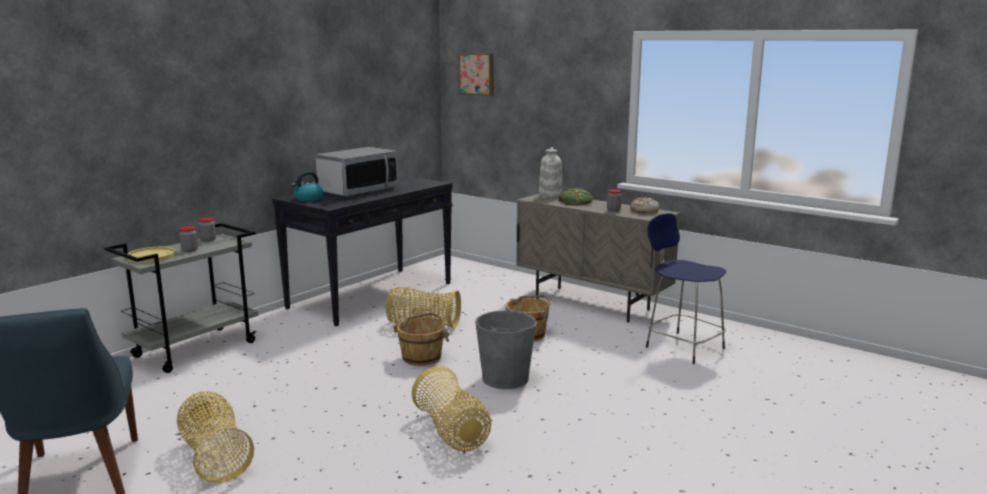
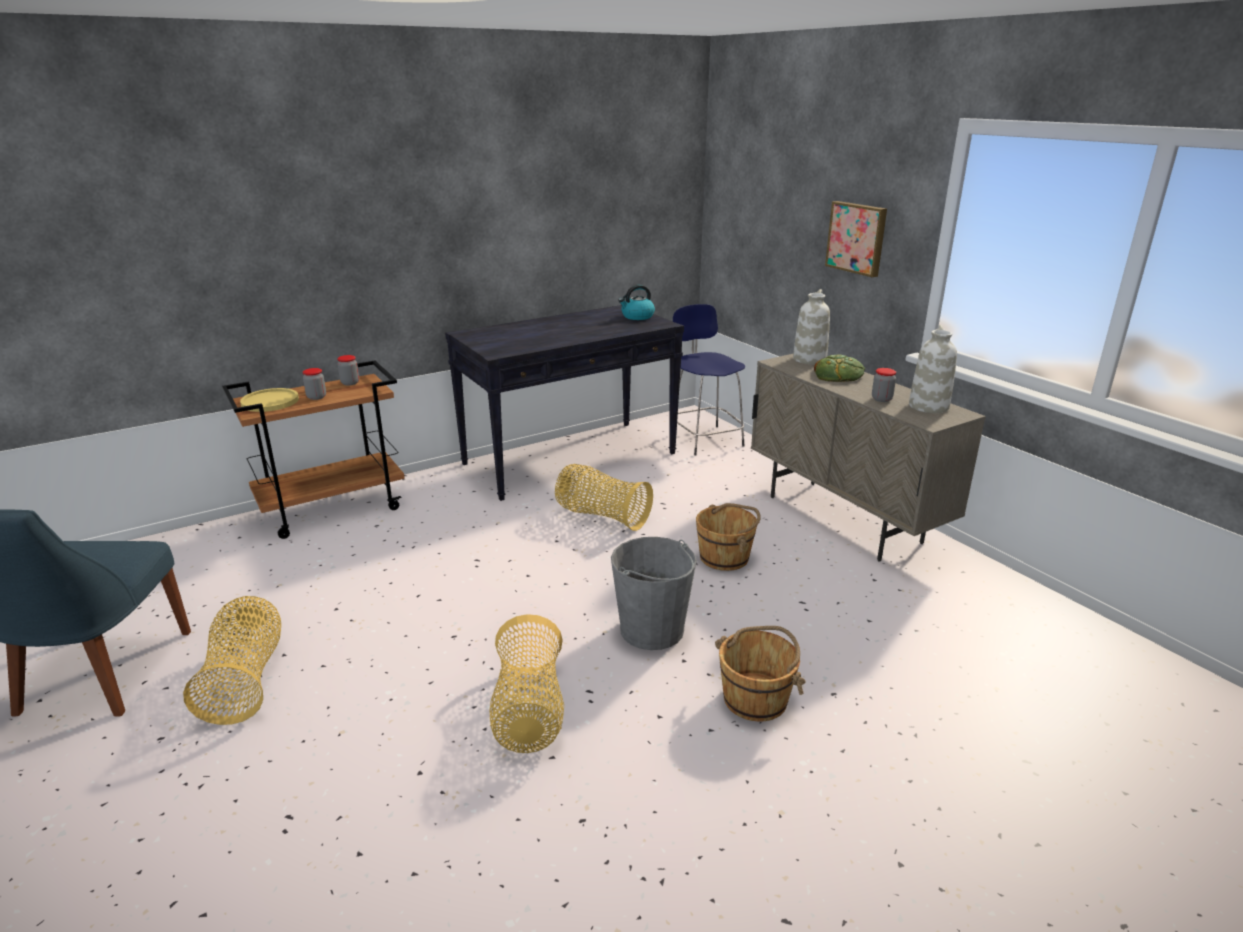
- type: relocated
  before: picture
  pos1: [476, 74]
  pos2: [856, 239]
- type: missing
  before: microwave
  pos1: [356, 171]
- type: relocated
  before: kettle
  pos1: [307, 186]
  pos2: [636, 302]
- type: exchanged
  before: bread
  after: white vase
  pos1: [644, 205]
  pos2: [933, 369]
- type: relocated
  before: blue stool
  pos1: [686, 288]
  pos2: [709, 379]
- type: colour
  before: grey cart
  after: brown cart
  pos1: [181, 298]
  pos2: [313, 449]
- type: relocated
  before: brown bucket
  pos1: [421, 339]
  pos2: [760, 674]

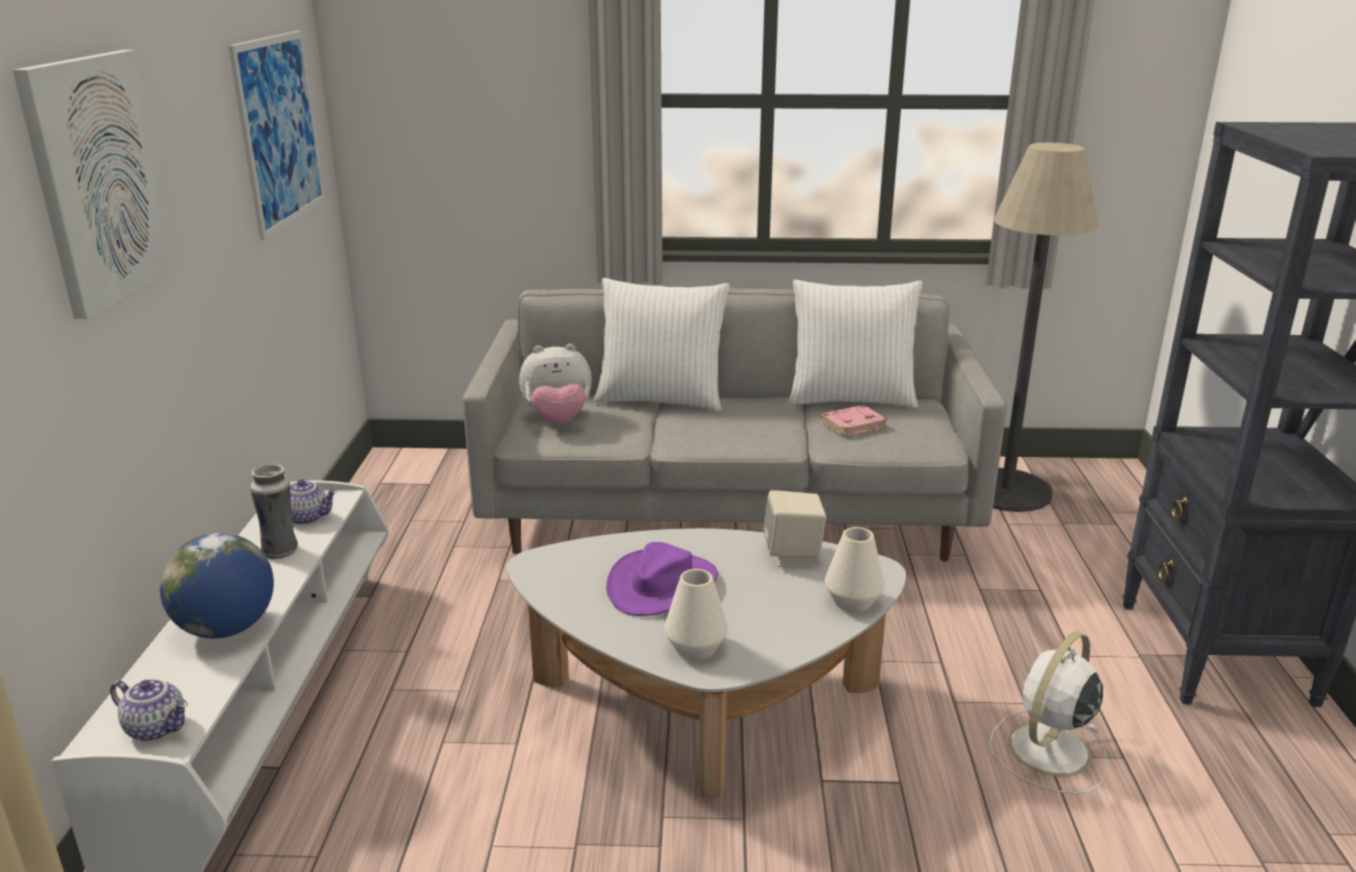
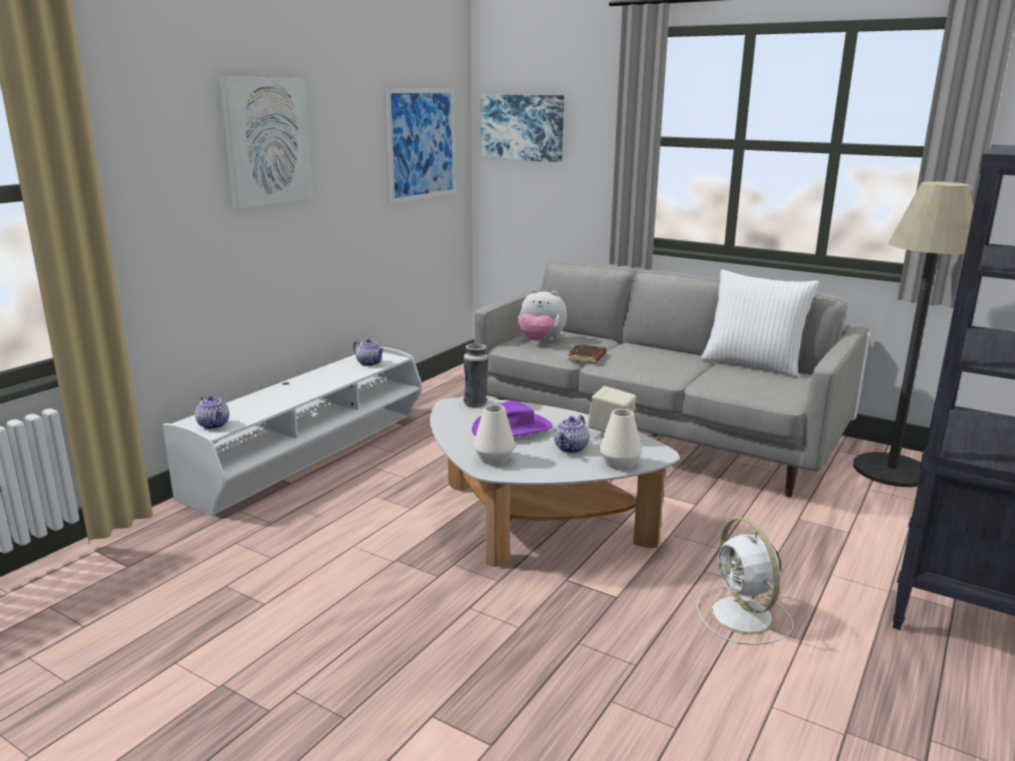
- type: missing
  before: white pillow
  pos1: [662, 345]
- type: missing
  before: pink book
  pos1: [853, 421]
- type: relocated
  before: vase
  pos1: [274, 511]
  pos2: [475, 376]
- type: missing
  before: globe
  pos1: [217, 586]
- type: spun
  before: white fan
  pos1: [1048, 713]
  pos2: [744, 581]
  turn: -90
- type: appeared
  after: picture
  pos2: [522, 128]
- type: appeared
  after: brown book
  pos2: [587, 353]
- type: appeared
  after: teapot
  pos2: [571, 434]

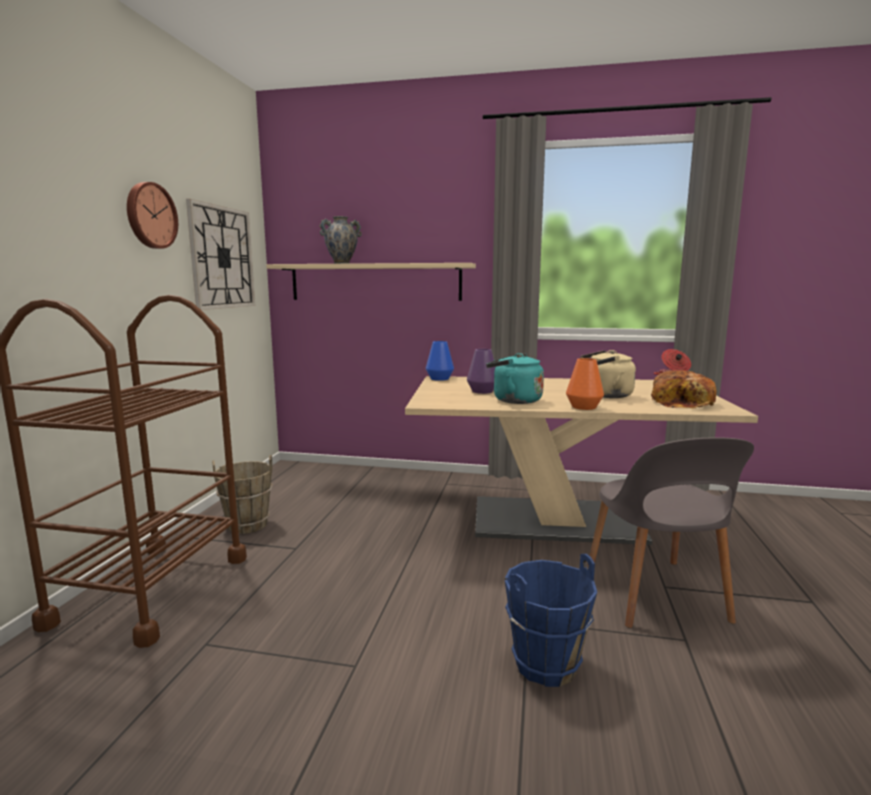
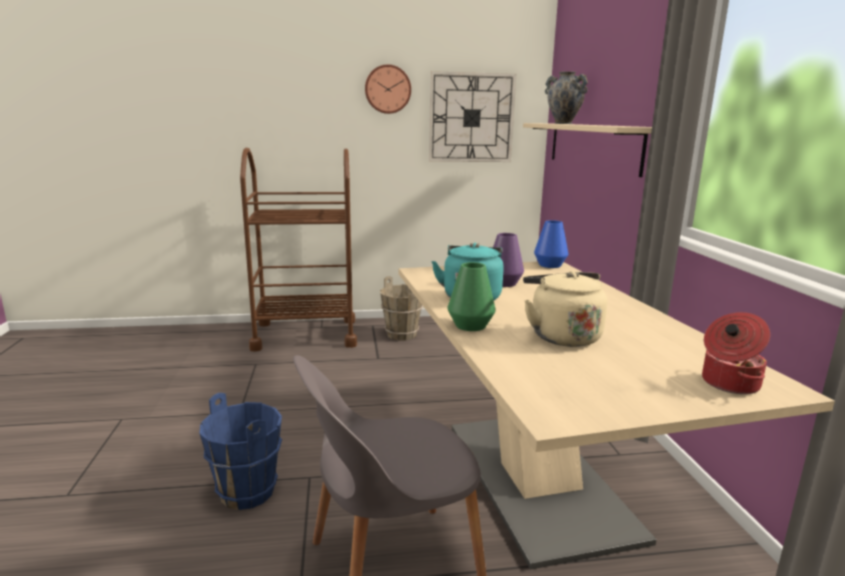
- type: colour
  before: orange vase
  after: green vase
  pos1: [585, 384]
  pos2: [472, 296]
- type: missing
  before: bread
  pos1: [684, 389]

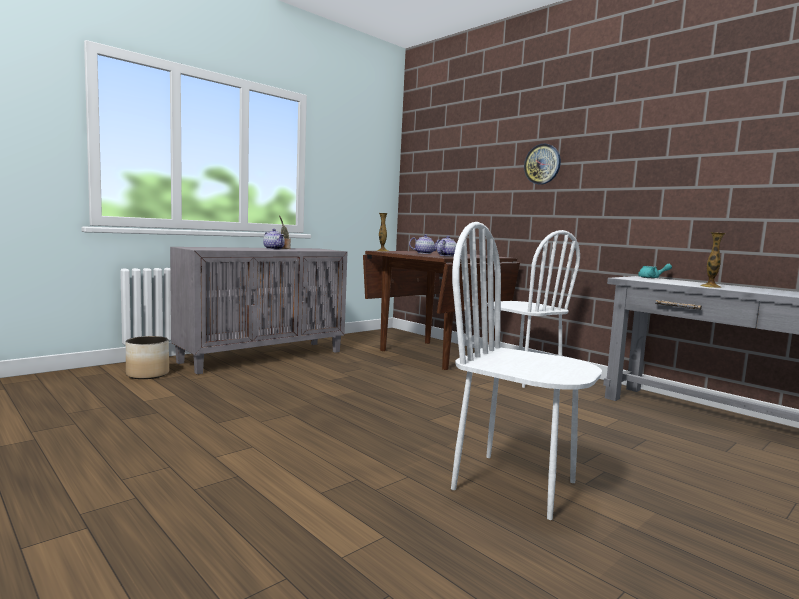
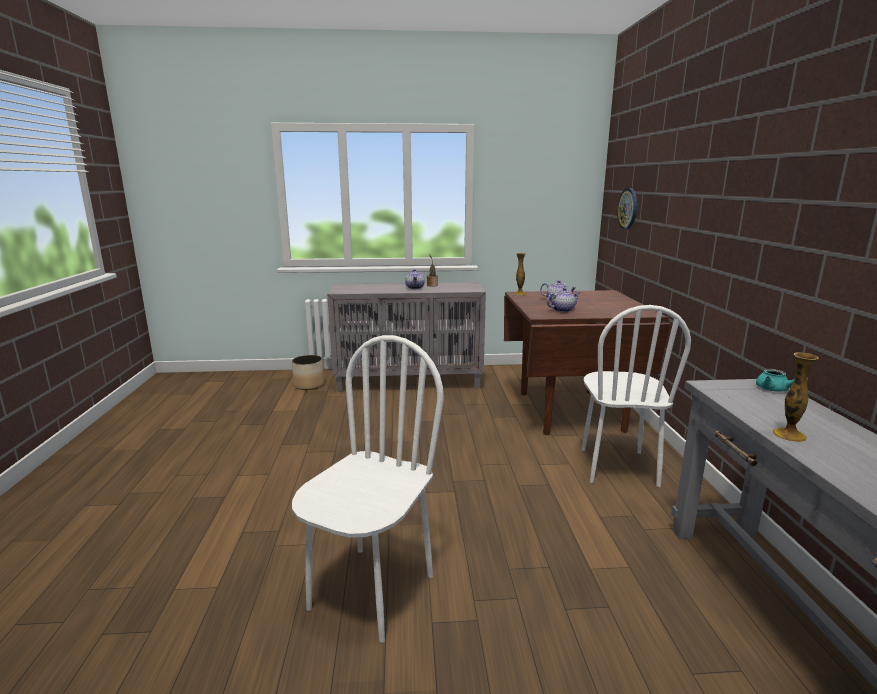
- type: relocated
  before: wall clock
  pos1: [542, 164]
  pos2: [627, 209]
- type: spun
  before: white chair
  pos1: [526, 371]
  pos2: [368, 489]
  turn: 45

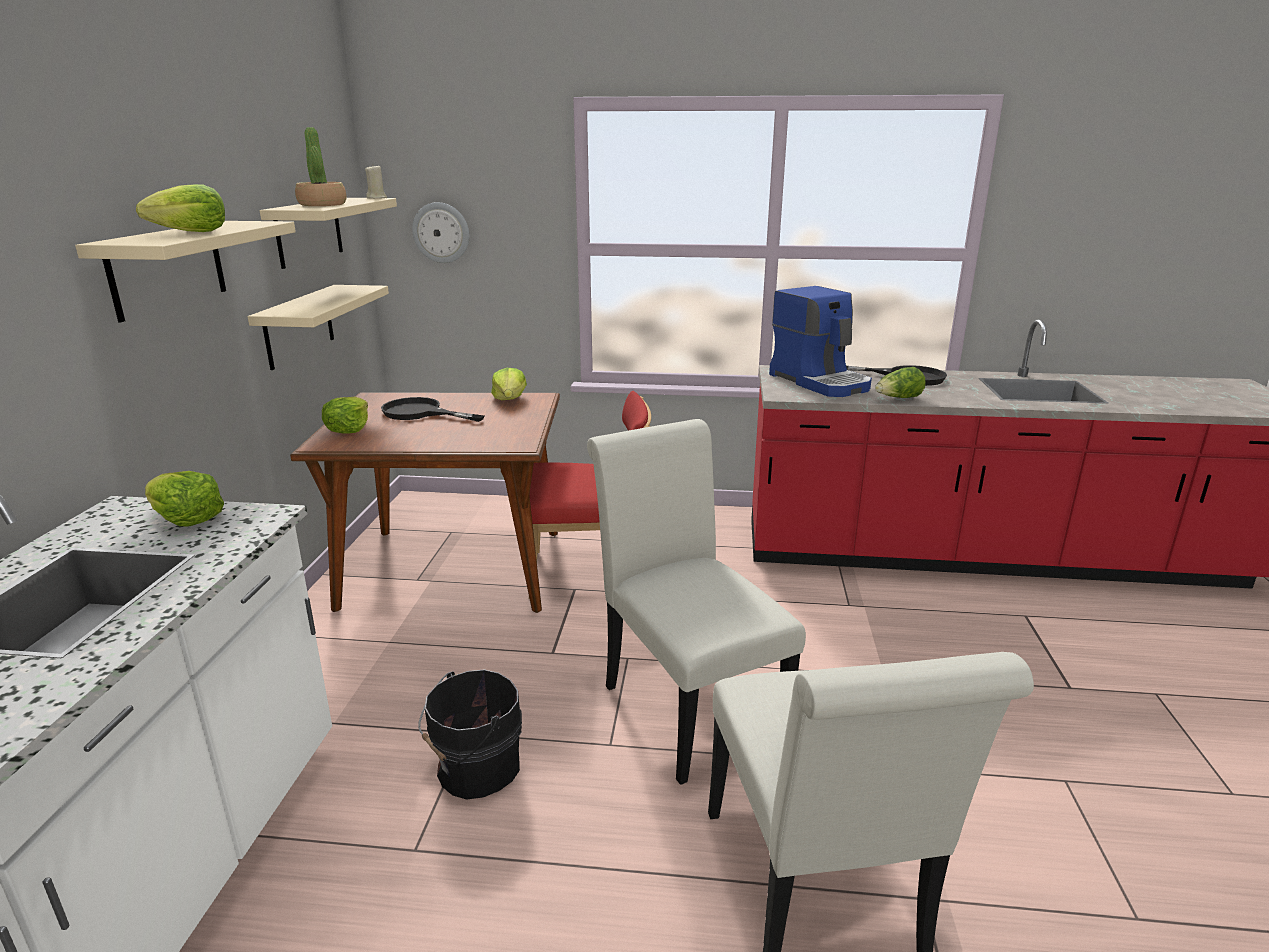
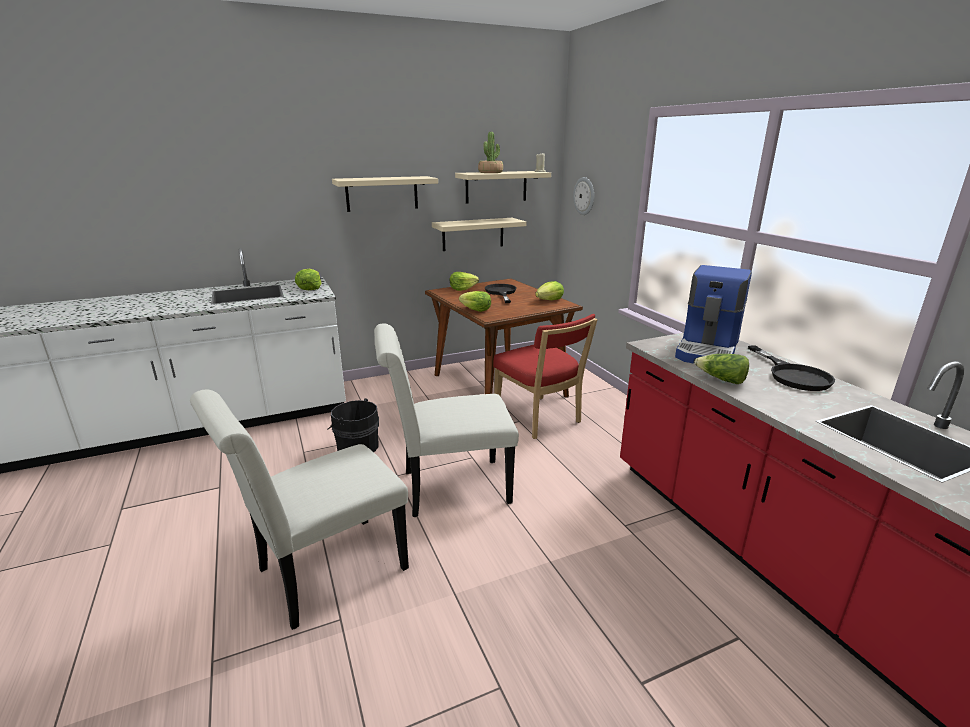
- type: relocated
  before: lettuce
  pos1: [180, 208]
  pos2: [475, 301]
- type: spun
  before: white chair
  pos1: [696, 602]
  pos2: [446, 420]
  turn: -135

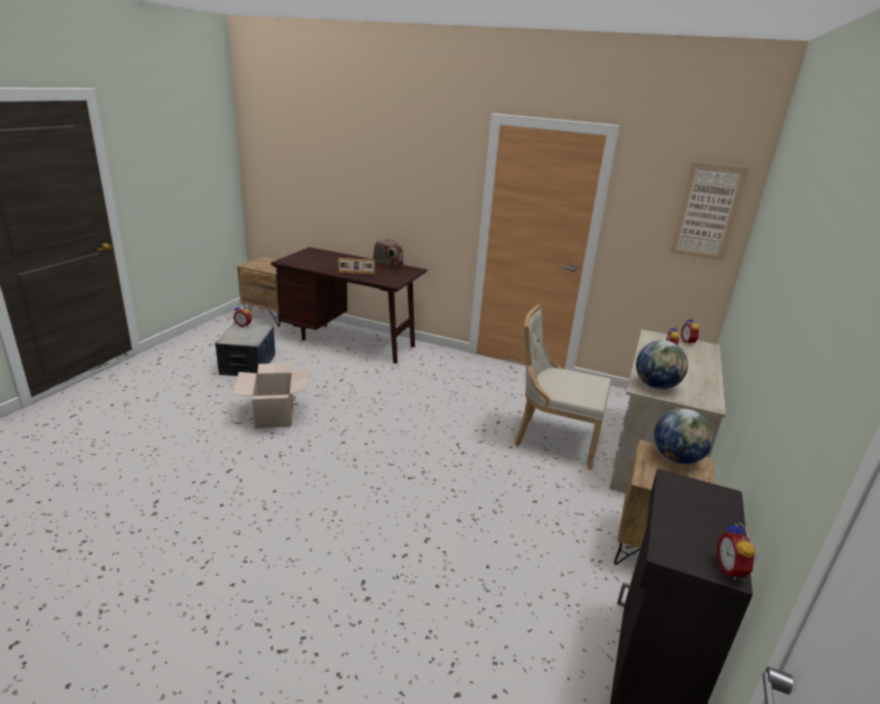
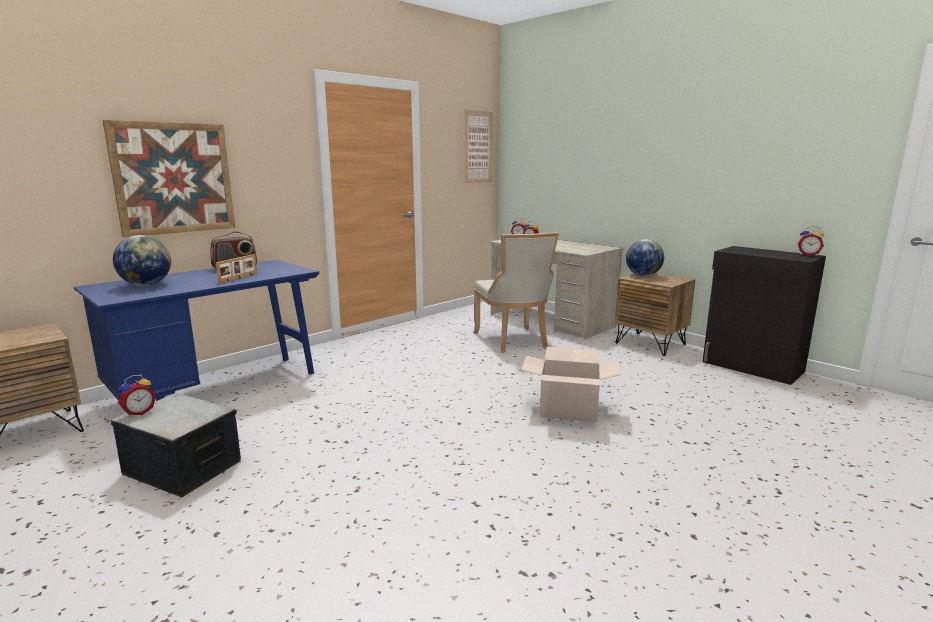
- type: colour
  before: brown desk
  after: blue desk
  pos1: [349, 305]
  pos2: [196, 330]
- type: spun
  before: beige chair
  pos1: [562, 387]
  pos2: [516, 292]
  turn: -60
- type: relocated
  before: globe
  pos1: [662, 364]
  pos2: [142, 260]
- type: relocated
  before: cardboard box
  pos1: [270, 395]
  pos2: [571, 385]
- type: appeared
  after: picture
  pos2: [169, 178]

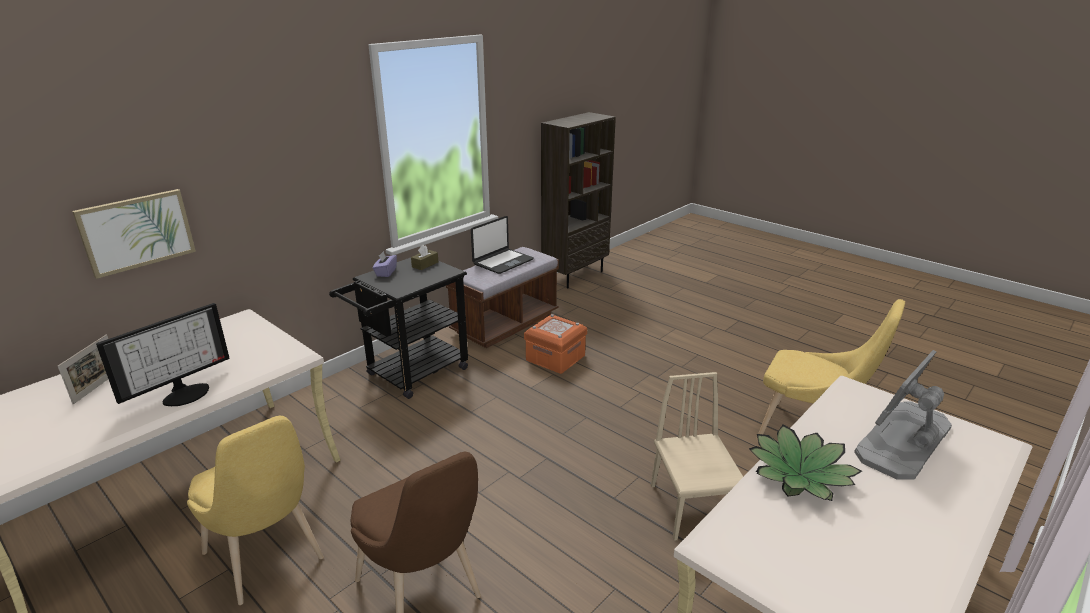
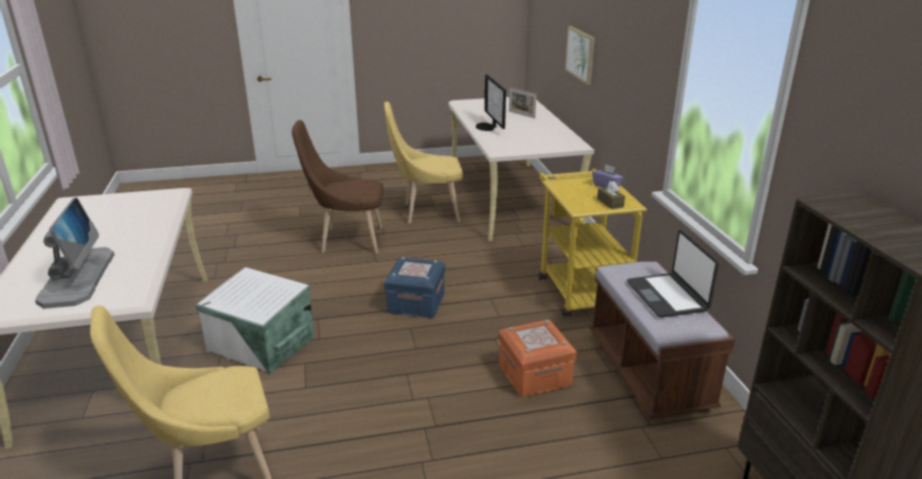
- type: colour
  before: black cart
  after: yellow cart
  pos1: [398, 328]
  pos2: [593, 242]
- type: exchanged
  before: beige chair
  after: white storage box
  pos1: [697, 456]
  pos2: [255, 320]
- type: missing
  before: potted plant
  pos1: [805, 463]
- type: appeared
  after: blue storage box
  pos2: [414, 287]

